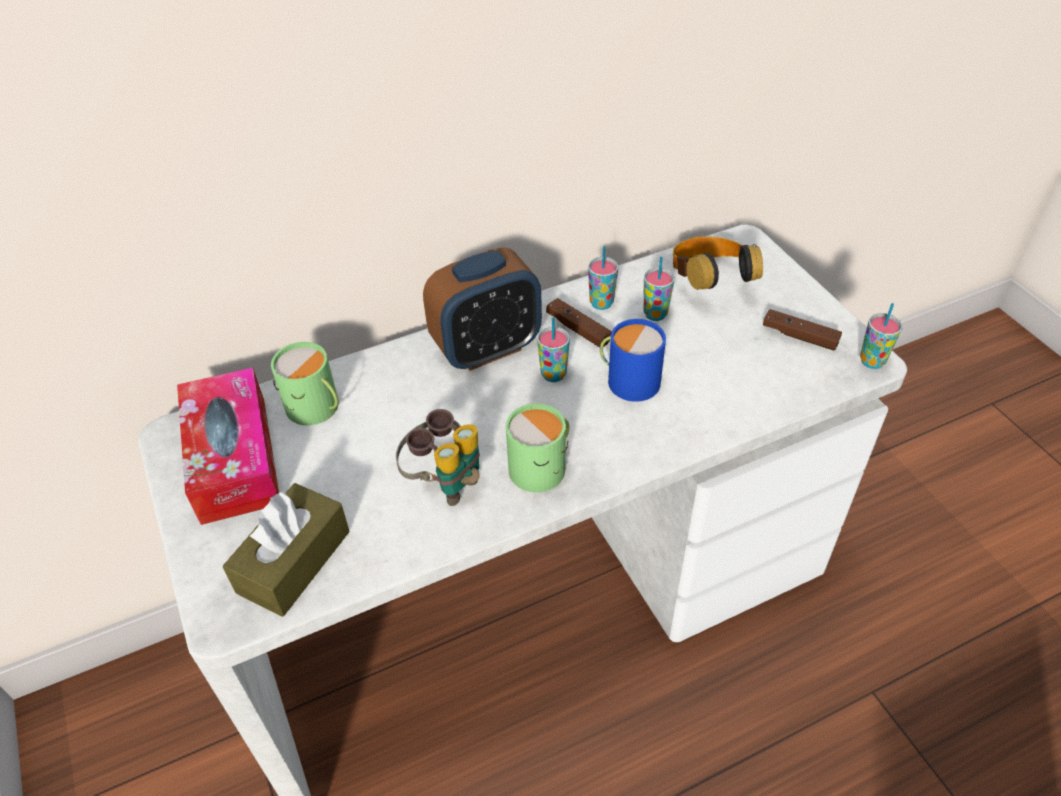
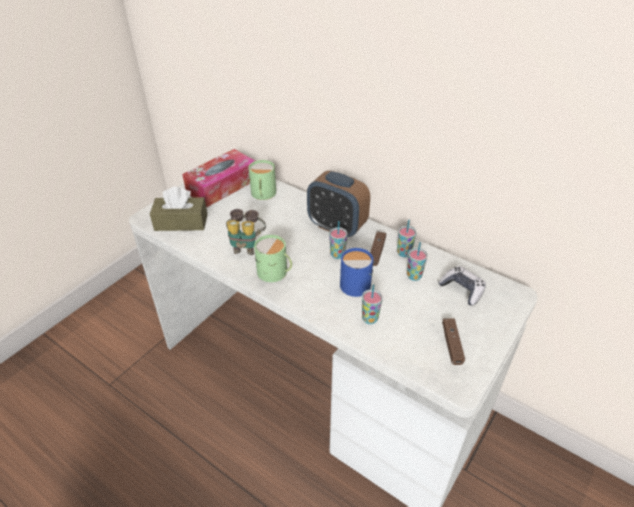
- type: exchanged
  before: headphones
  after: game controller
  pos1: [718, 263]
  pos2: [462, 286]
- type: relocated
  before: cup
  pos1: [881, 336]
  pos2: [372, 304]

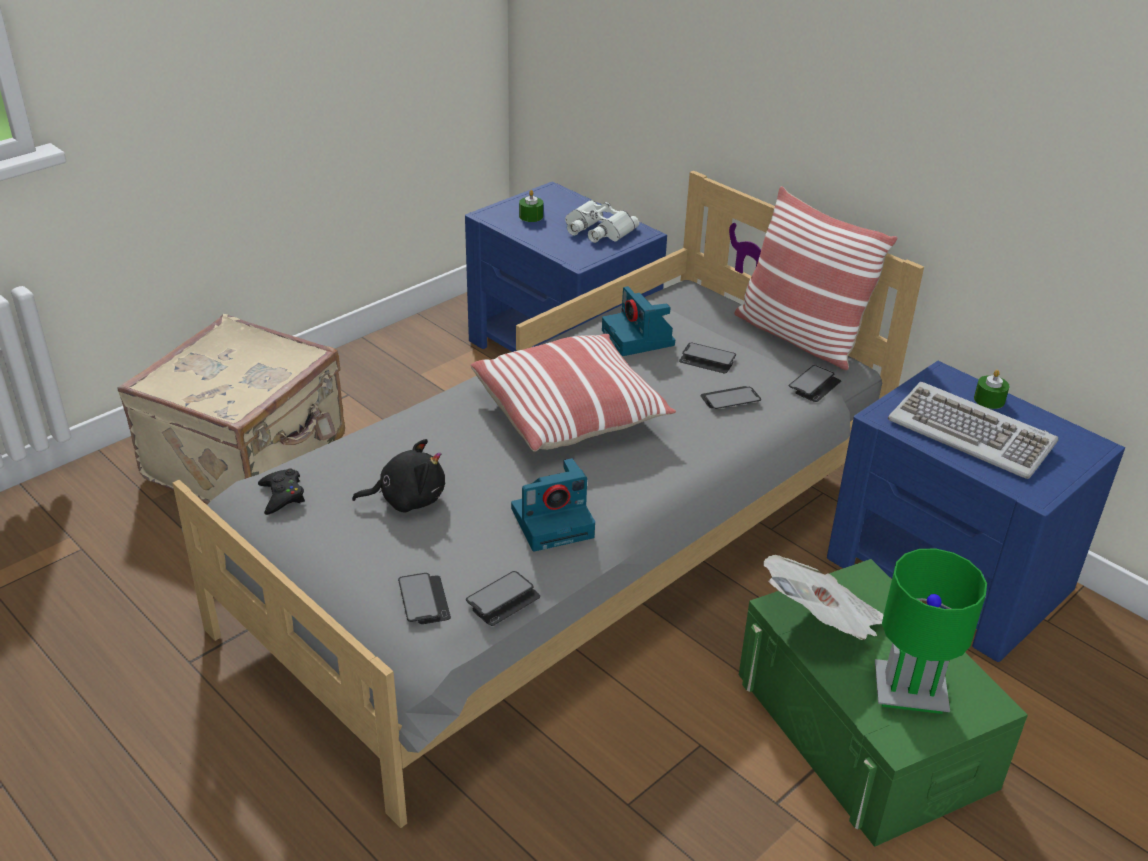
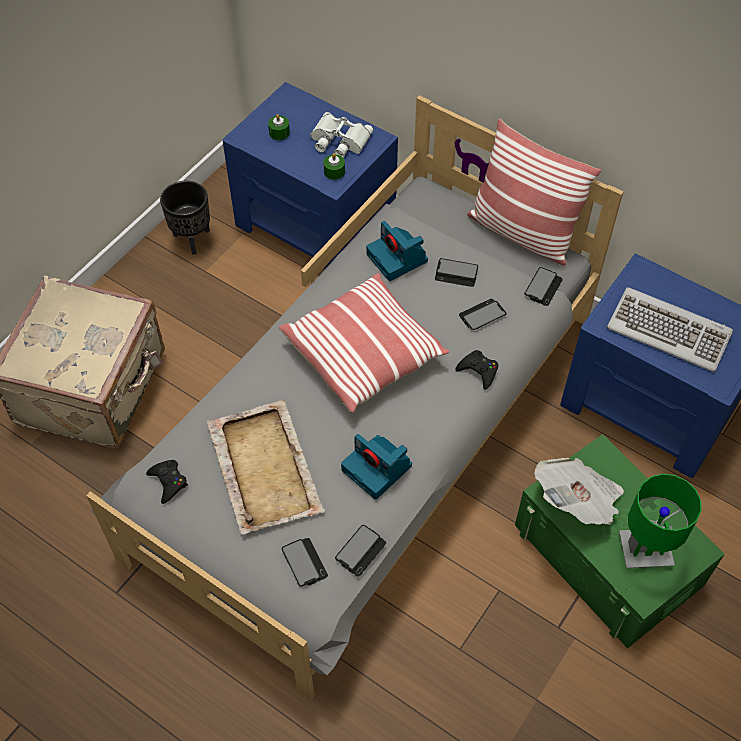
- type: relocated
  before: green candle
  pos1: [991, 389]
  pos2: [334, 166]
- type: exchanged
  before: black plush toy
  after: beige tray
  pos1: [398, 475]
  pos2: [266, 467]
- type: spun
  before: photo camera
  pos1: [553, 504]
  pos2: [376, 467]
  turn: 75
- type: appeared
  after: black planter
  pos2: [185, 218]
- type: appeared
  after: black game controller
  pos2: [477, 370]

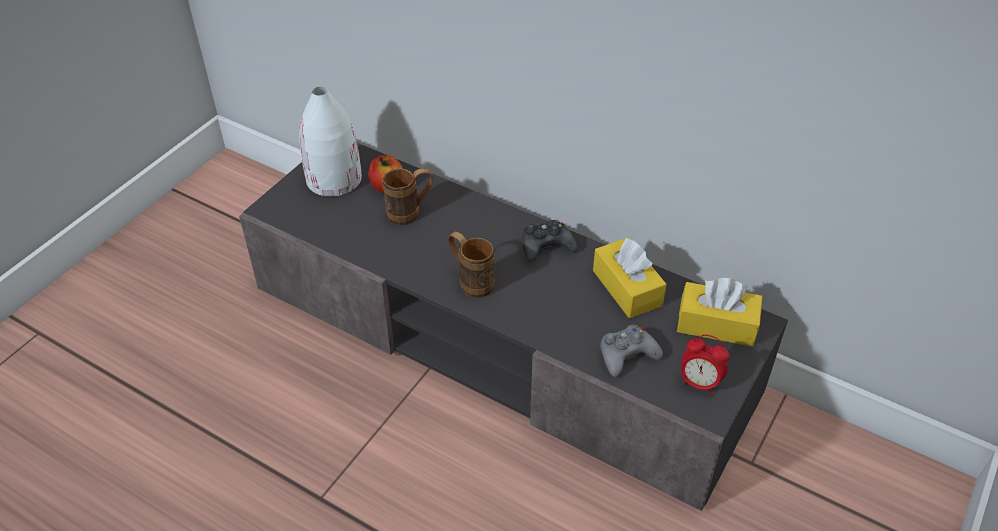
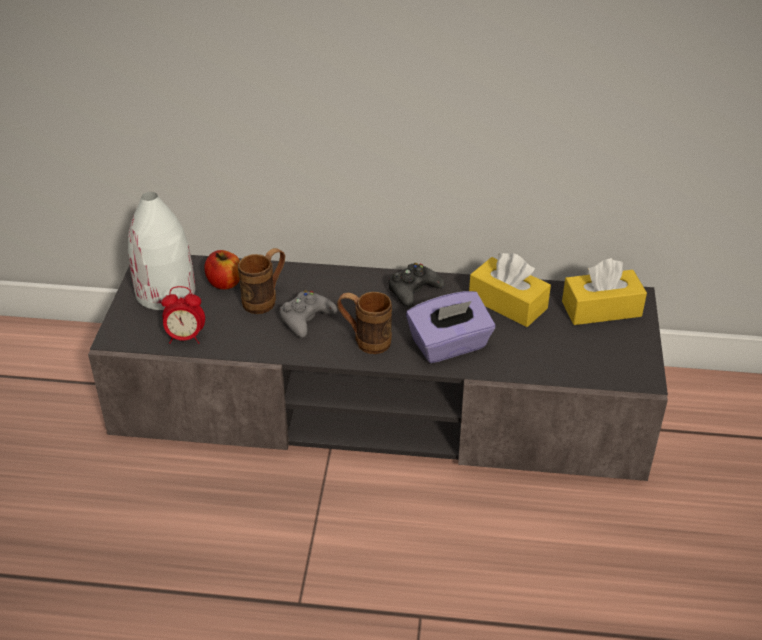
- type: relocated
  before: grey game controller
  pos1: [631, 351]
  pos2: [308, 314]
- type: relocated
  before: alarm clock
  pos1: [705, 365]
  pos2: [183, 315]
- type: appeared
  after: purple tissue box
  pos2: [450, 327]

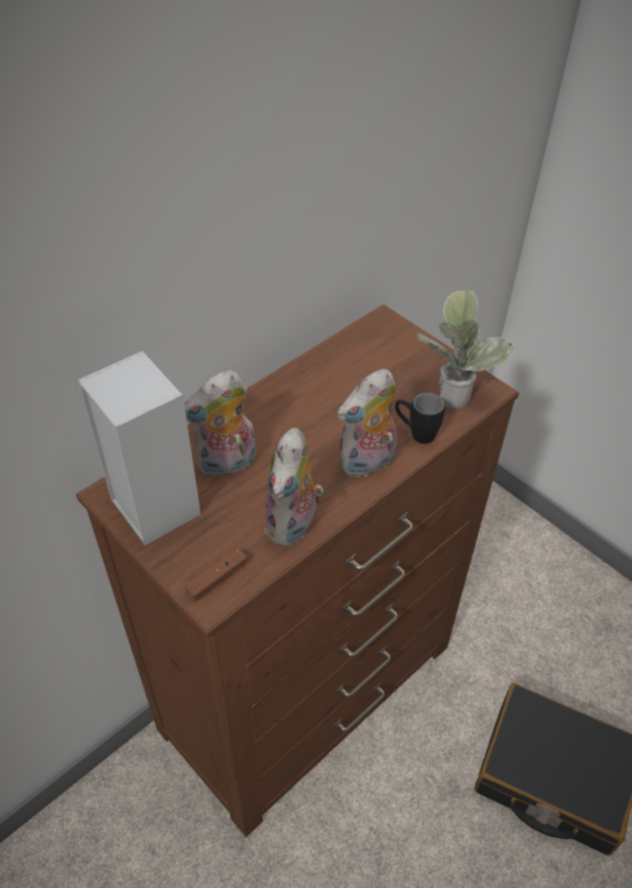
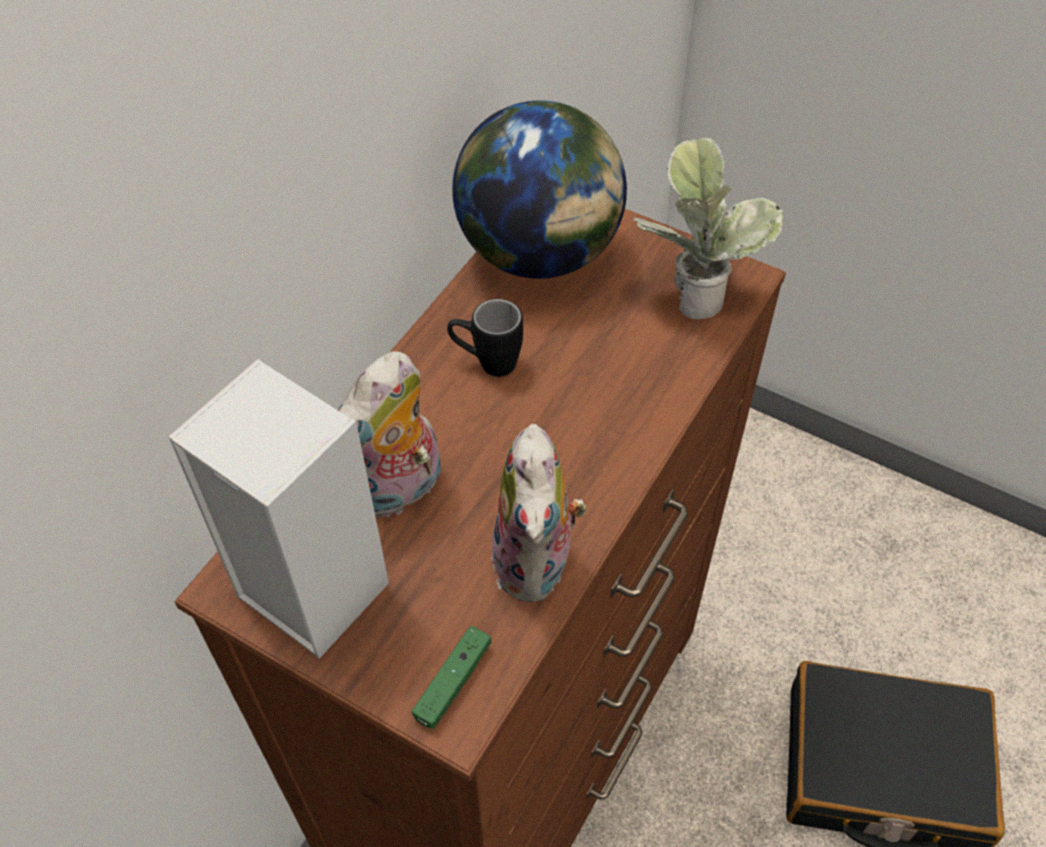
- type: missing
  before: plush toy
  pos1: [366, 423]
- type: relocated
  before: black mug
  pos1: [420, 418]
  pos2: [485, 338]
- type: colour
  before: brown game controller
  after: green game controller
  pos1: [216, 574]
  pos2: [452, 677]
- type: appeared
  after: globe
  pos2: [539, 190]

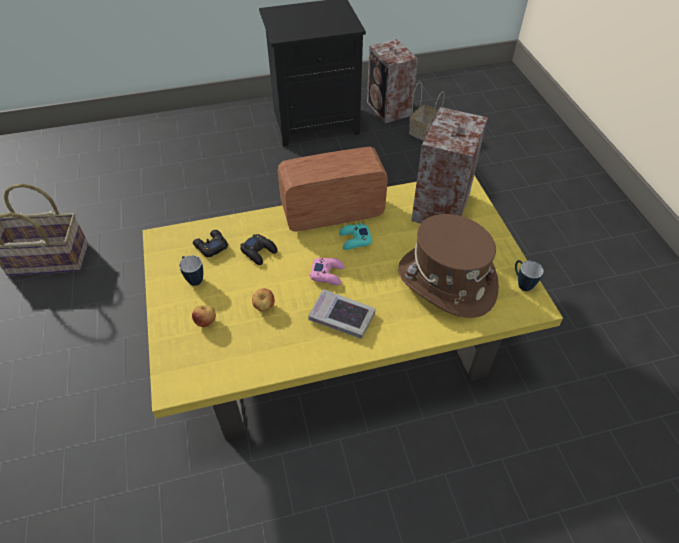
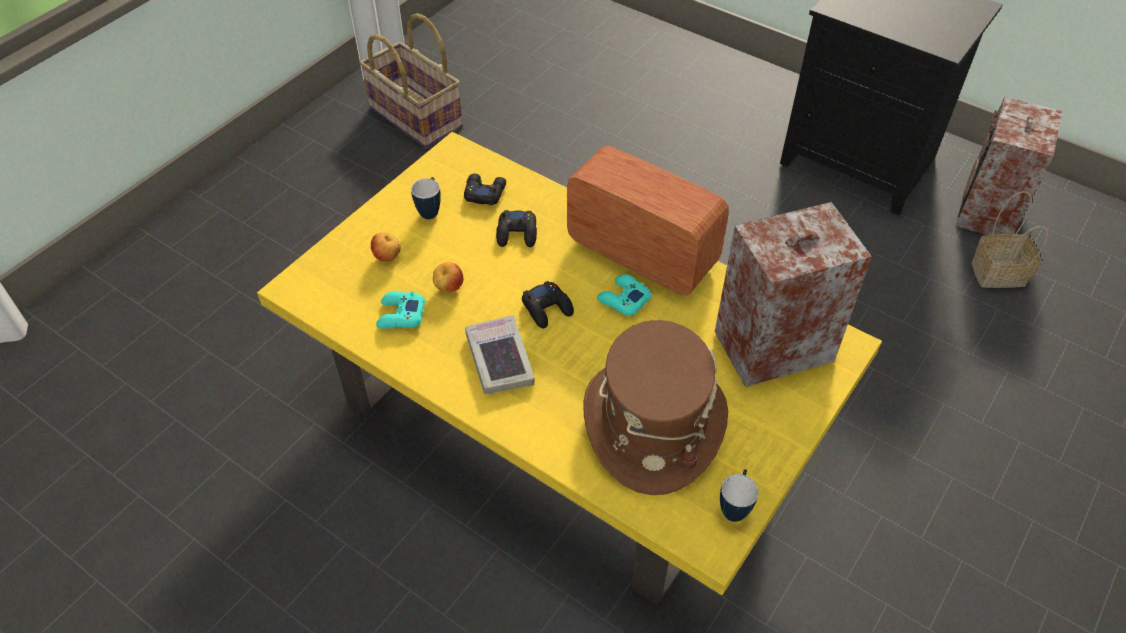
- type: colour
  before: pink game controller
  after: black game controller
  pos1: [327, 271]
  pos2: [548, 304]
- type: appeared
  after: turquoise game controller
  pos2: [400, 310]

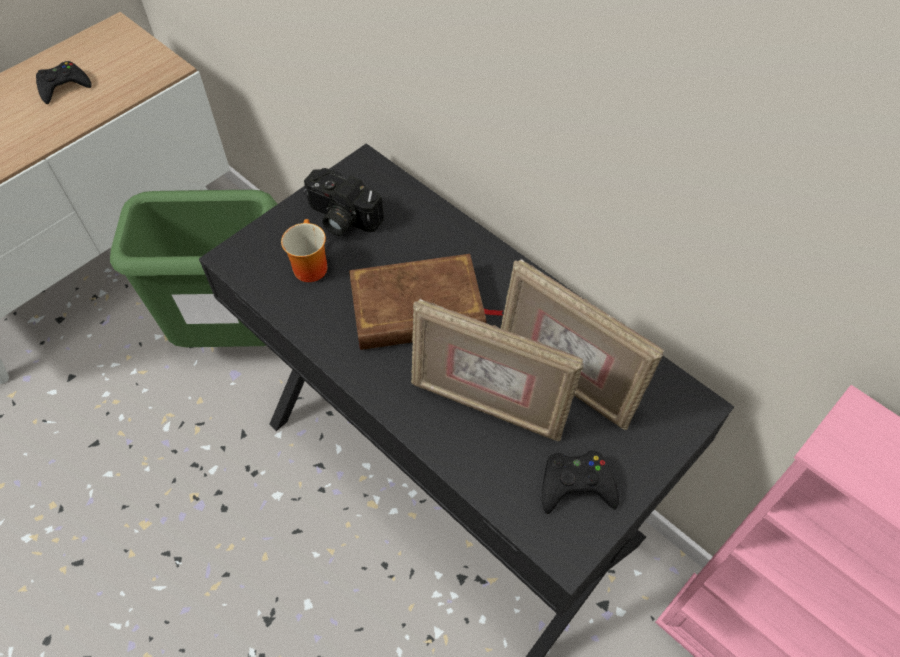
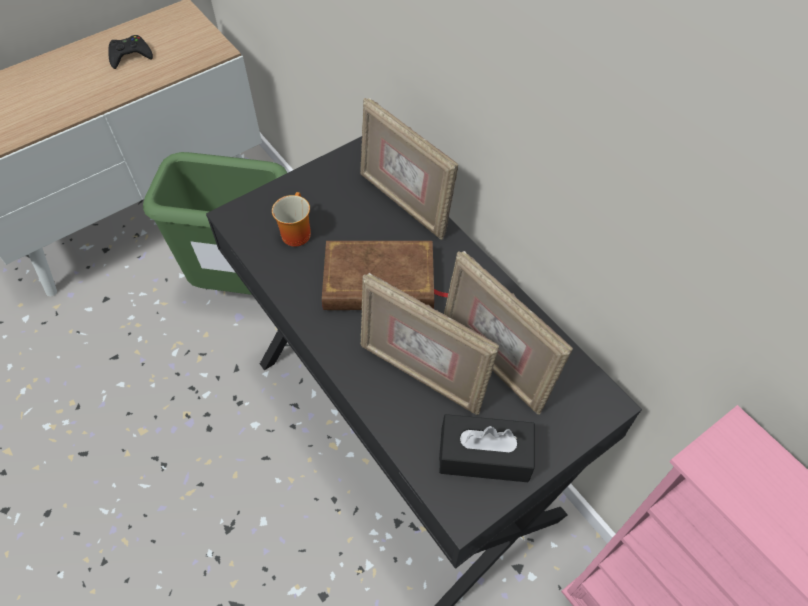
- type: missing
  before: photo camera
  pos1: [344, 202]
- type: exchanged
  before: black game controller
  after: black tissue box
  pos1: [580, 482]
  pos2: [487, 448]
- type: appeared
  after: picture frame
  pos2: [409, 169]

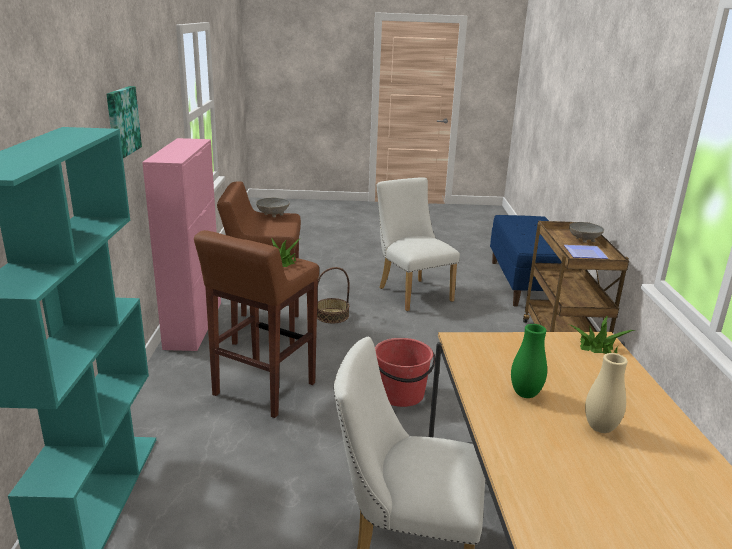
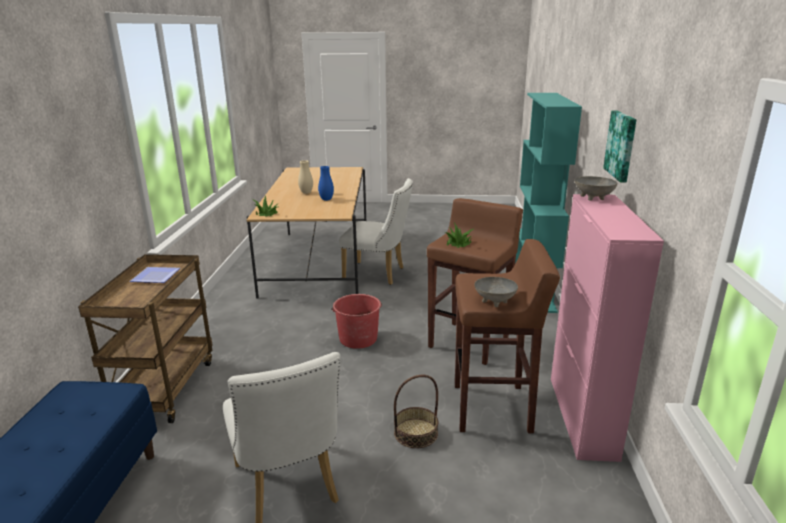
- type: relocated
  before: grey bowl
  pos1: [586, 232]
  pos2: [595, 188]
- type: colour
  before: green vase
  after: blue vase
  pos1: [529, 361]
  pos2: [326, 183]

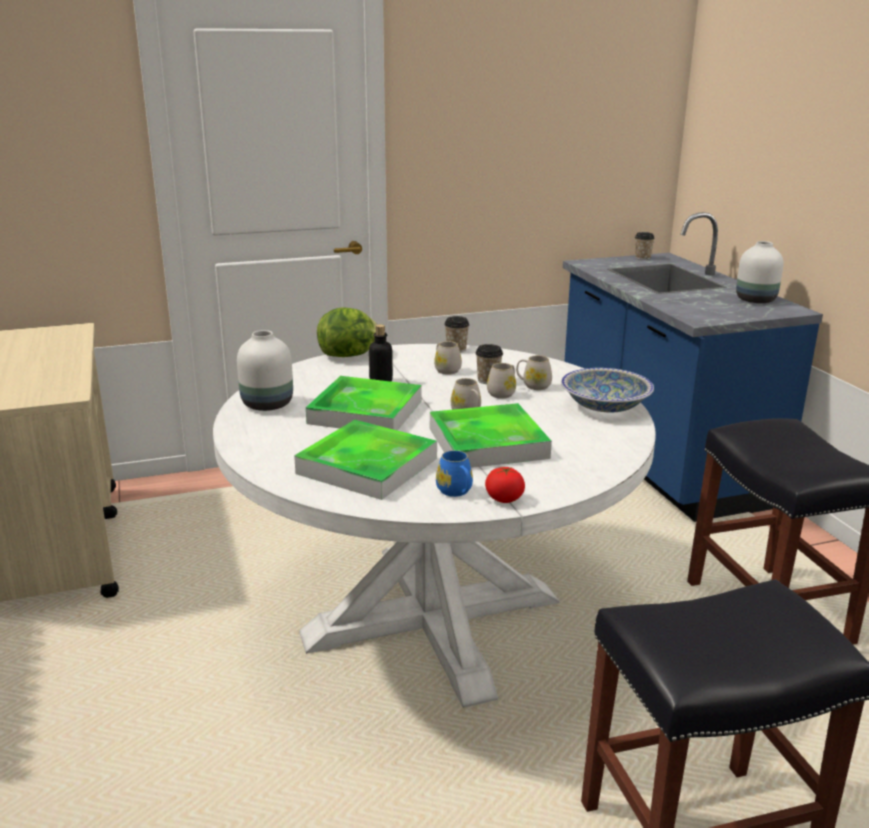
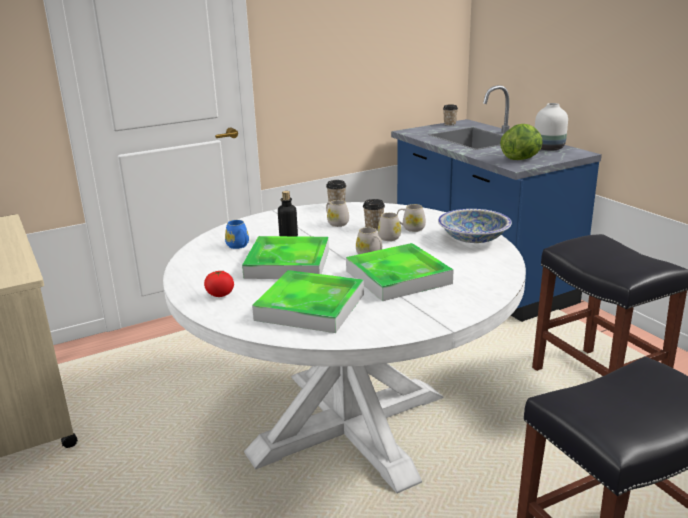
- type: relocated
  before: lettuce
  pos1: [347, 332]
  pos2: [521, 142]
- type: missing
  before: white vase
  pos1: [265, 370]
- type: relocated
  before: blue mug
  pos1: [454, 473]
  pos2: [237, 234]
- type: relocated
  before: tomato
  pos1: [505, 485]
  pos2: [219, 284]

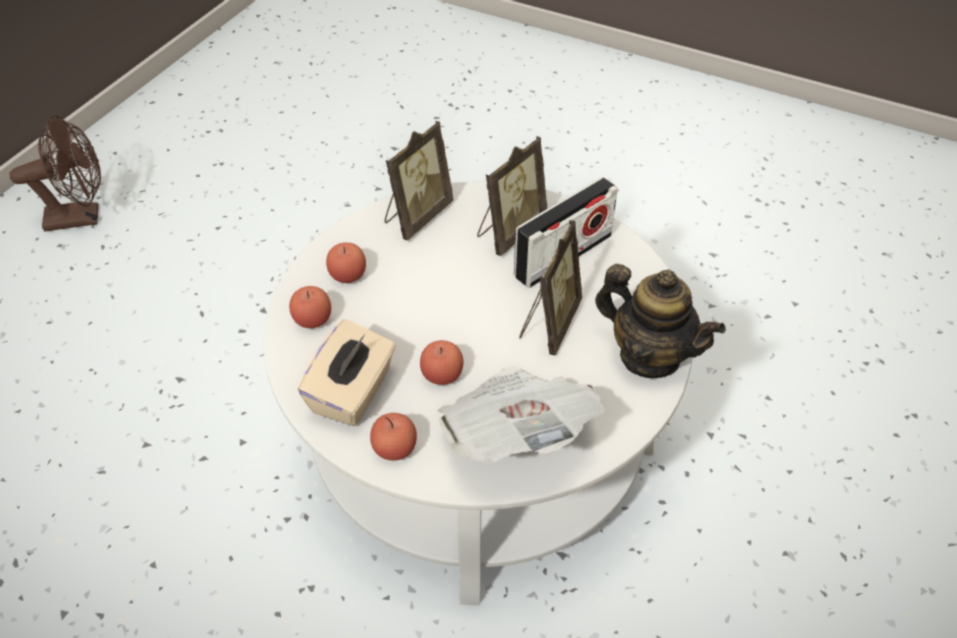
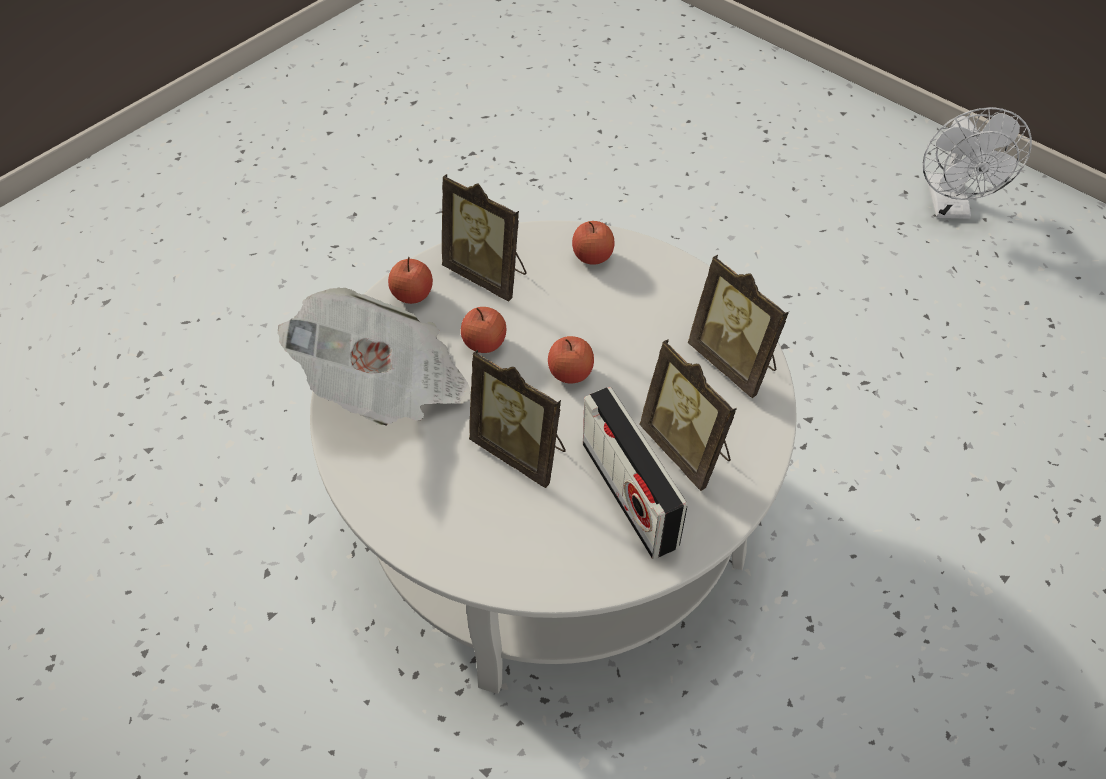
- type: colour
  before: brown fan
  after: white fan
  pos1: [55, 173]
  pos2: [977, 163]
- type: relocated
  before: apple
  pos1: [346, 262]
  pos2: [571, 359]
- type: missing
  before: teapot
  pos1: [660, 321]
- type: exchanged
  before: beige tissue box
  after: picture frame
  pos1: [347, 372]
  pos2: [484, 237]

